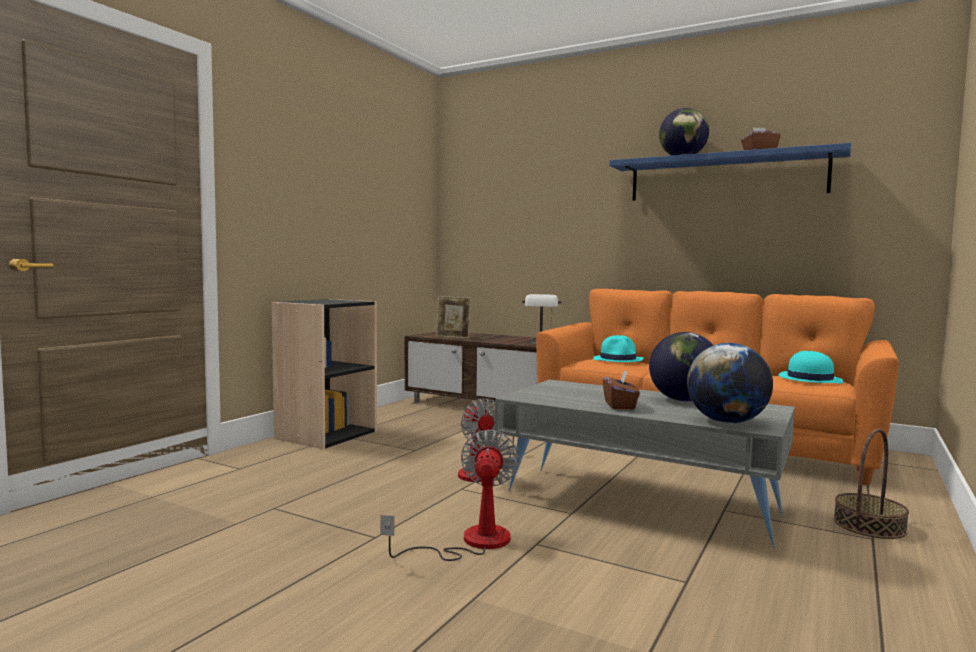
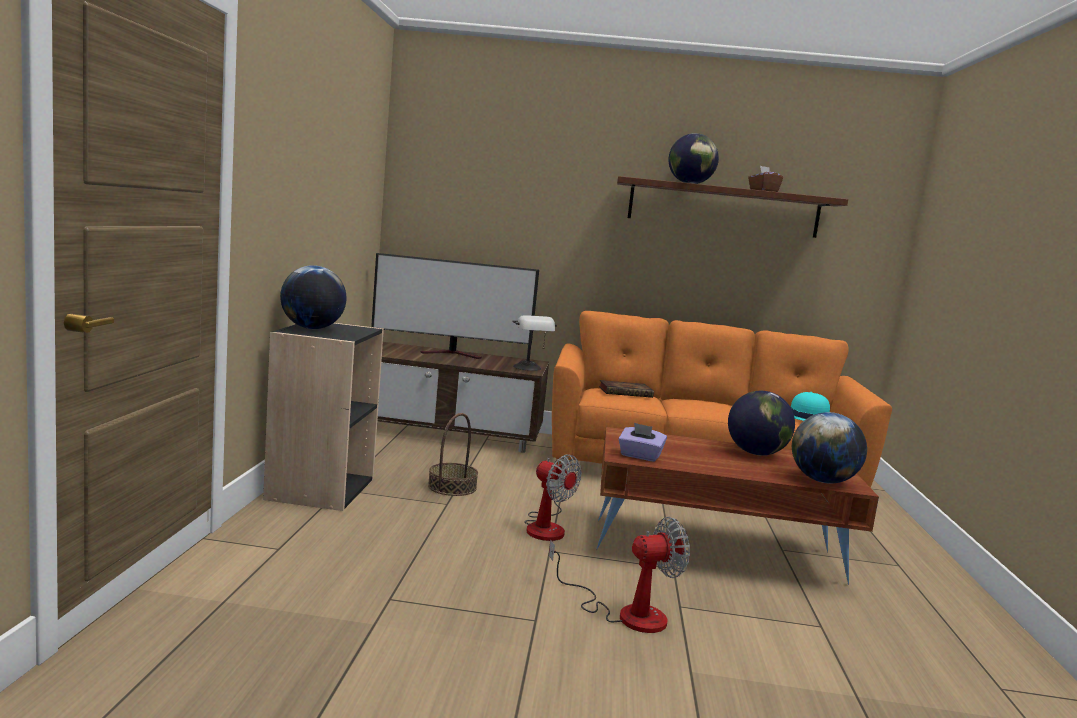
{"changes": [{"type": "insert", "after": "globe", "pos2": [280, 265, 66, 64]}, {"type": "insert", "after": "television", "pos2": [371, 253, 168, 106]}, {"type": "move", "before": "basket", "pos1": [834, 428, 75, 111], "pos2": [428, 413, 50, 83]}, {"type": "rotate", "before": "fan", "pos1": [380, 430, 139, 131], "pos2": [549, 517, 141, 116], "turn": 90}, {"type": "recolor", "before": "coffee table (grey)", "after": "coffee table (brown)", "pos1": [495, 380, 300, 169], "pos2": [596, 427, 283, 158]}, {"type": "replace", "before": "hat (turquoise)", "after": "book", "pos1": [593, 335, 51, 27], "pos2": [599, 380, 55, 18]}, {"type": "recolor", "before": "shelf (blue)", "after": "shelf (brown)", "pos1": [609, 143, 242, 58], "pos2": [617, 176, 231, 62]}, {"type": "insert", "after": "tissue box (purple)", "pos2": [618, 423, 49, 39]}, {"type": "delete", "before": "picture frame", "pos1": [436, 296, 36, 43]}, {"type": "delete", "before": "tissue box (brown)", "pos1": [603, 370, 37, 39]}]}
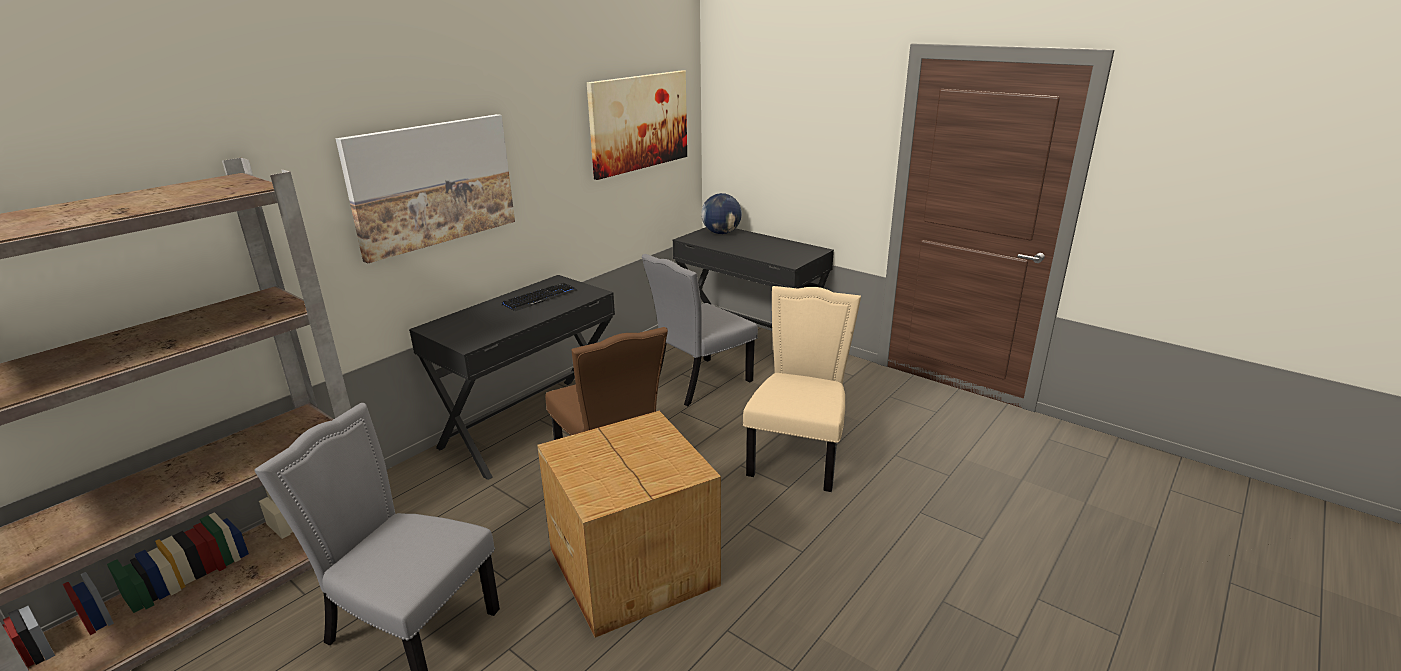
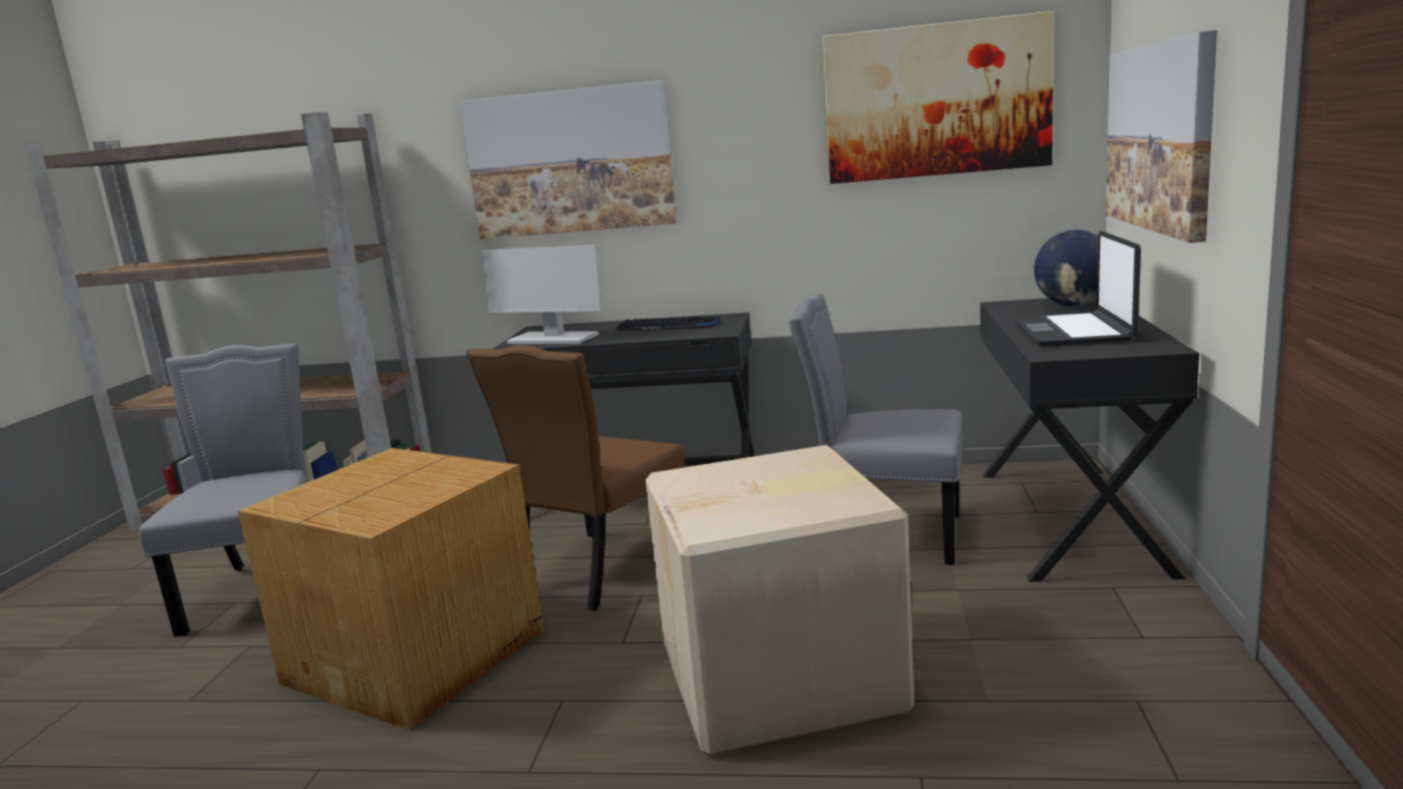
{"changes": [{"type": "insert", "after": "monitor", "pos2": [482, 245, 120, 99]}, {"type": "replace", "before": "chair (beige)", "after": "cardboard box", "pos1": [743, 286, 118, 206], "pos2": [645, 445, 270, 310]}, {"type": "insert", "after": "laptop", "pos2": [1013, 231, 128, 115]}, {"type": "insert", "after": "picture", "pos2": [1106, 30, 111, 213]}]}
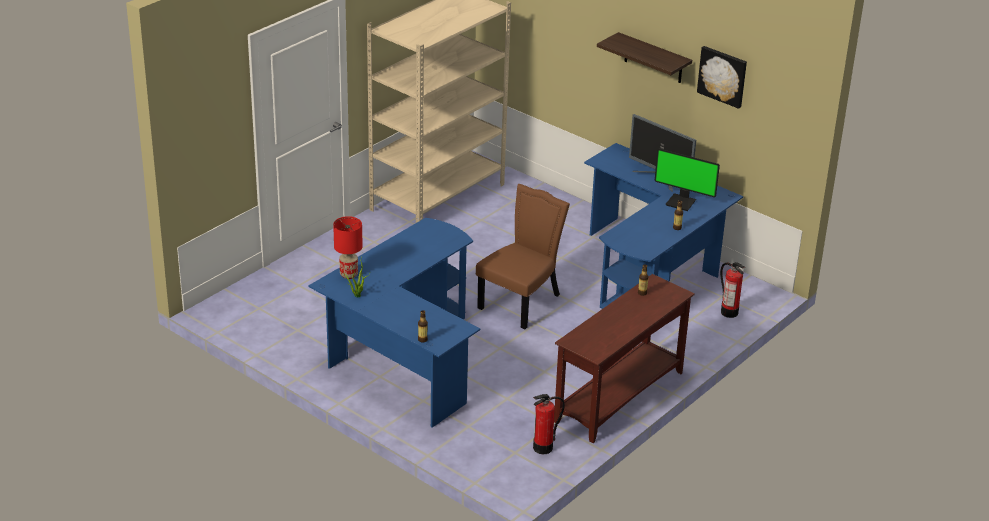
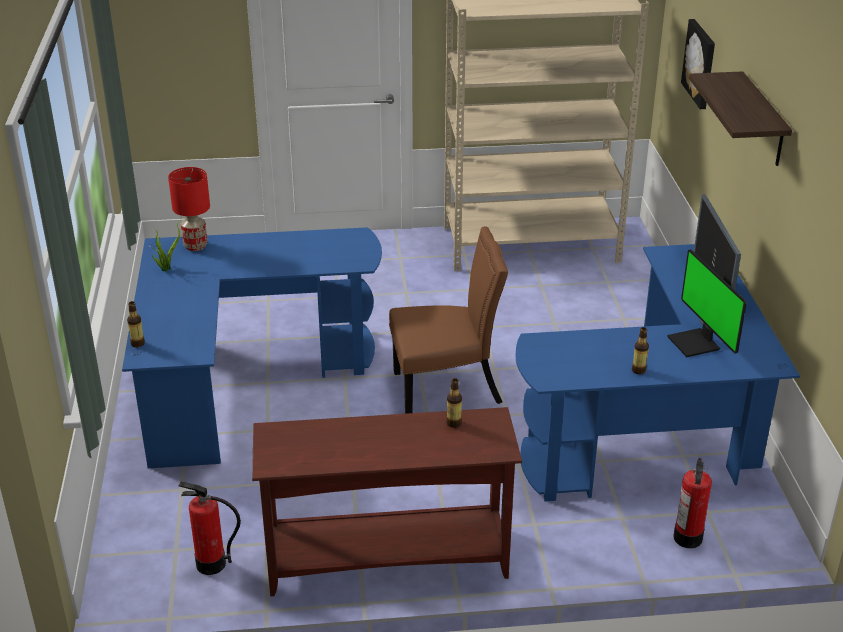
{"changes": [{"type": "move", "before": "picture", "pos1": [697, 46, 50, 63], "pos2": [681, 19, 34, 90]}]}
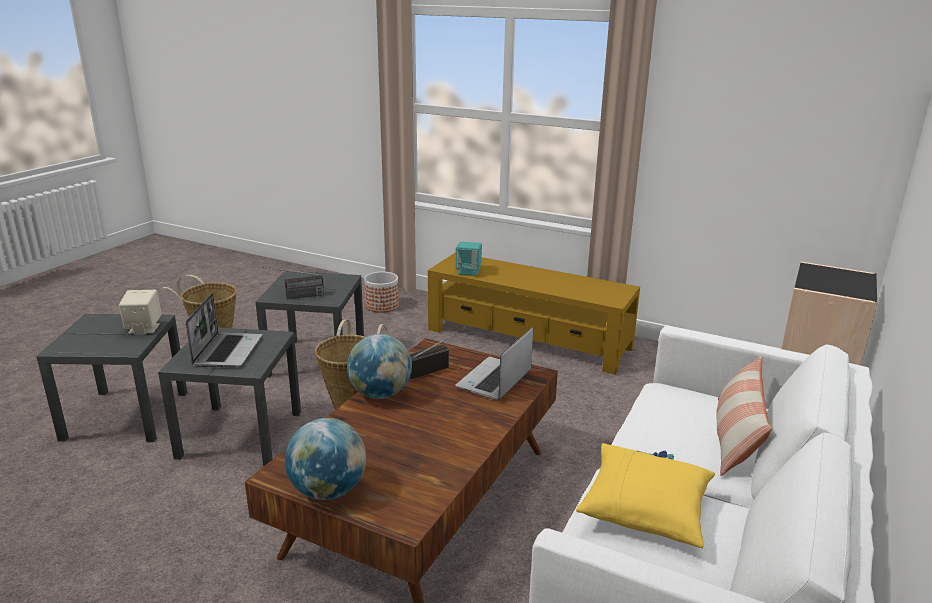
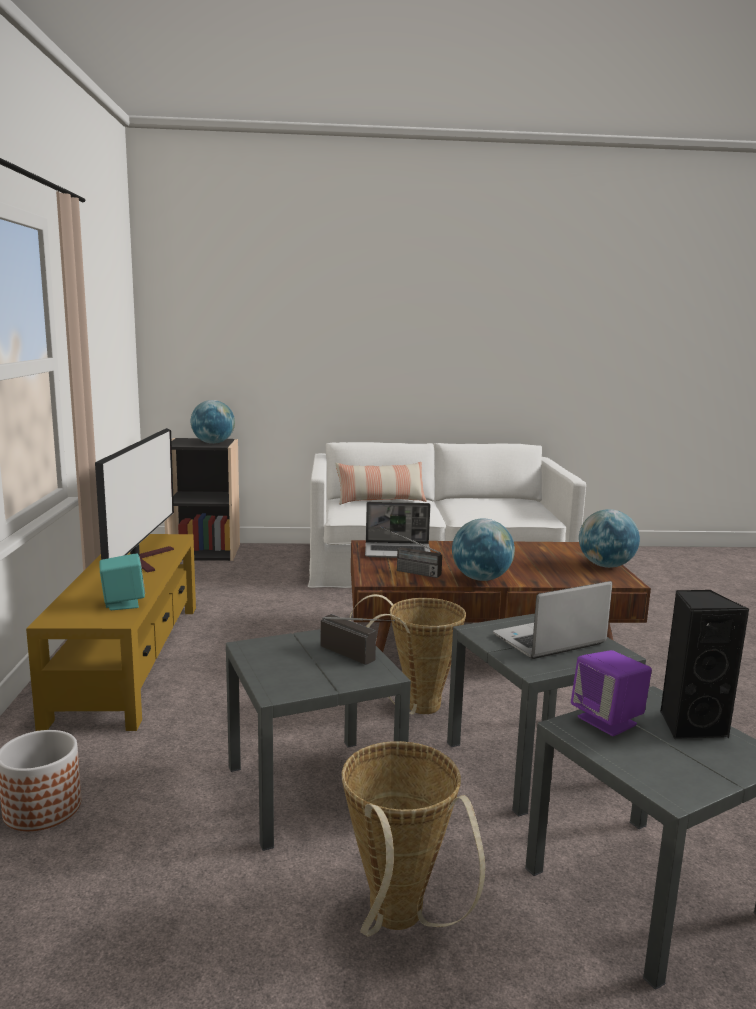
{"changes": [{"type": "insert", "after": "television", "pos2": [95, 428, 79, 144]}, {"type": "insert", "after": "globe", "pos2": [191, 400, 44, 44]}, {"type": "recolor", "before": "speaker (beige)", "after": "speaker (purple)", "pos1": [119, 290, 43, 45], "pos2": [571, 650, 81, 86]}, {"type": "insert", "after": "speaker (black)", "pos2": [660, 590, 89, 149]}, {"type": "delete", "before": "pillow (yellow)", "pos1": [576, 443, 139, 105]}]}
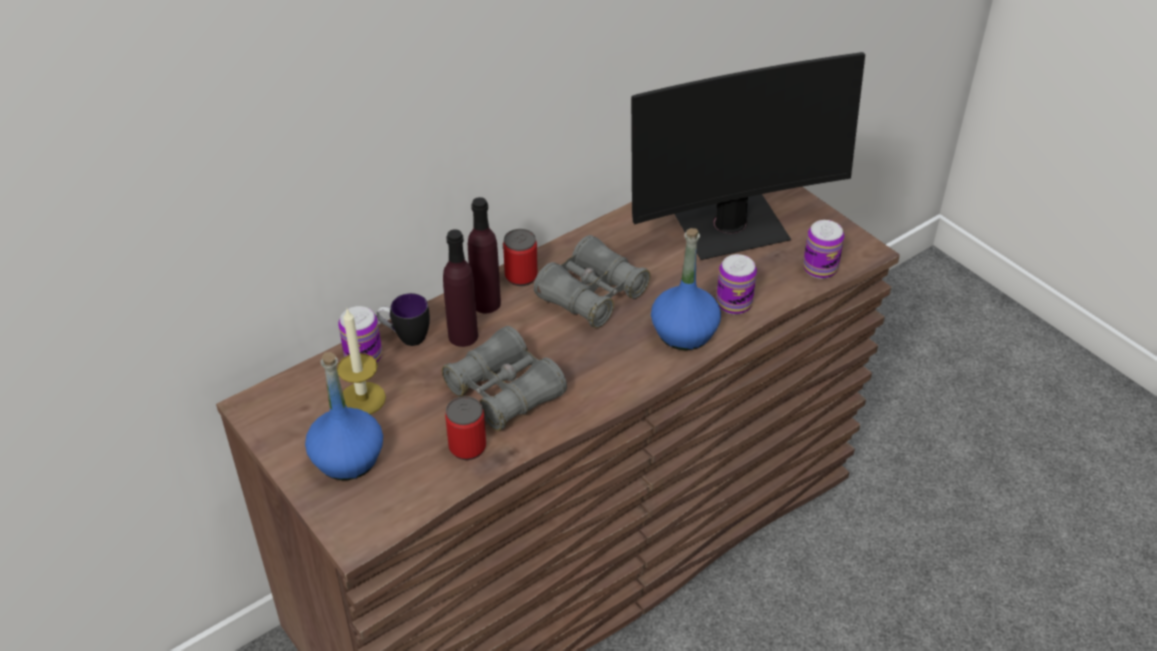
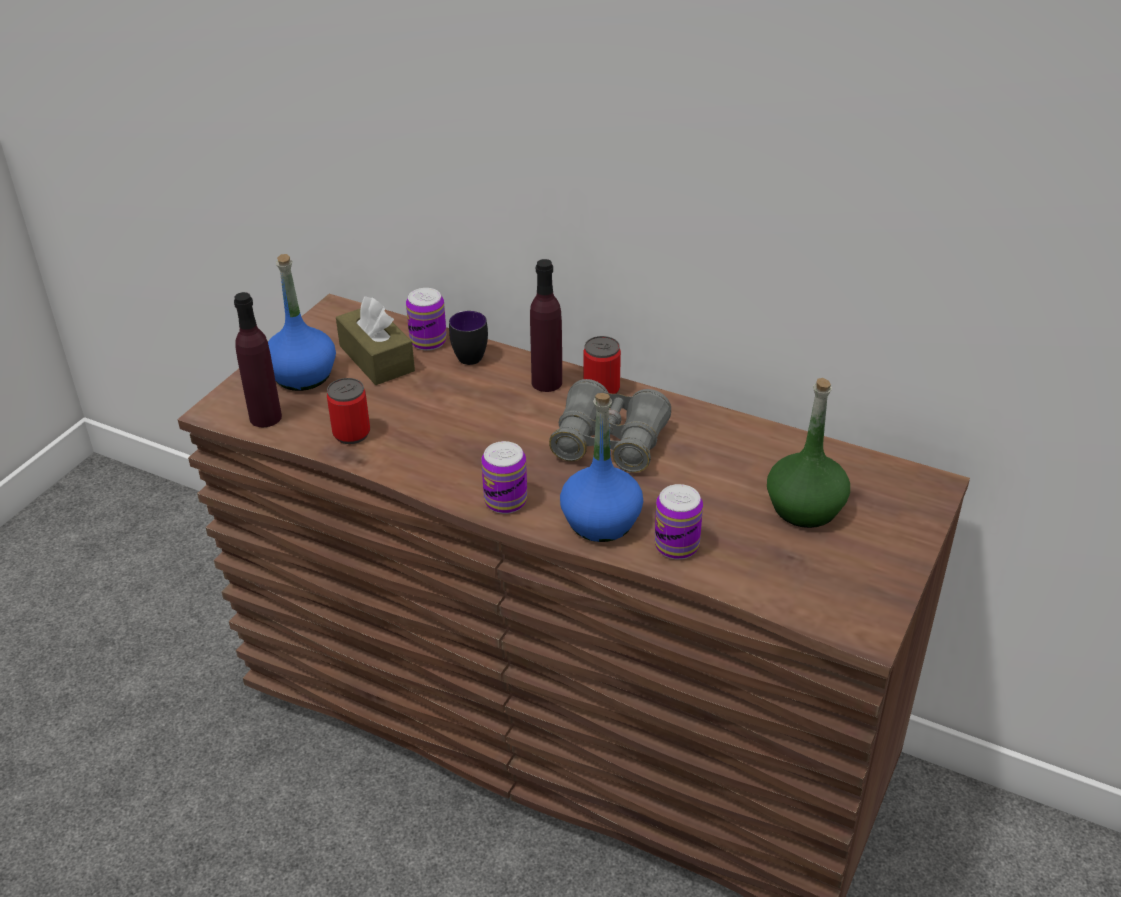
{"changes": [{"type": "move", "before": "bottle (purple)", "pos1": [443, 229, 35, 118], "pos2": [234, 292, 48, 135]}, {"type": "replace", "before": "candle", "after": "tissue box (brown)", "pos1": [337, 309, 49, 106], "pos2": [336, 296, 79, 89]}, {"type": "move", "before": "can", "pos1": [803, 220, 41, 59], "pos2": [481, 441, 46, 73]}, {"type": "replace", "before": "monitor", "after": "bottle (green)", "pos1": [631, 52, 234, 208], "pos2": [767, 378, 83, 150]}, {"type": "delete", "before": "binoculars (grey)", "pos1": [442, 326, 125, 105]}]}
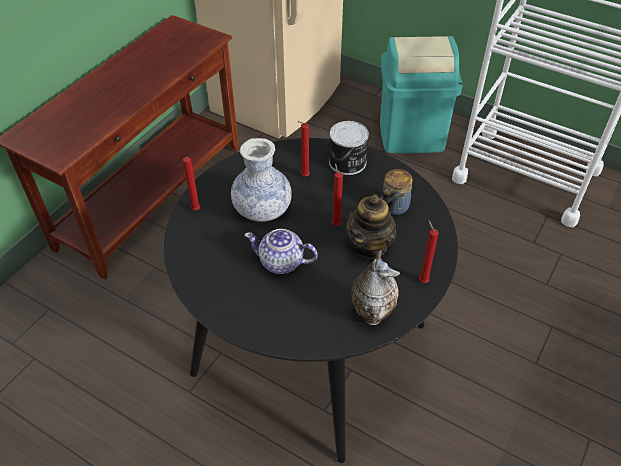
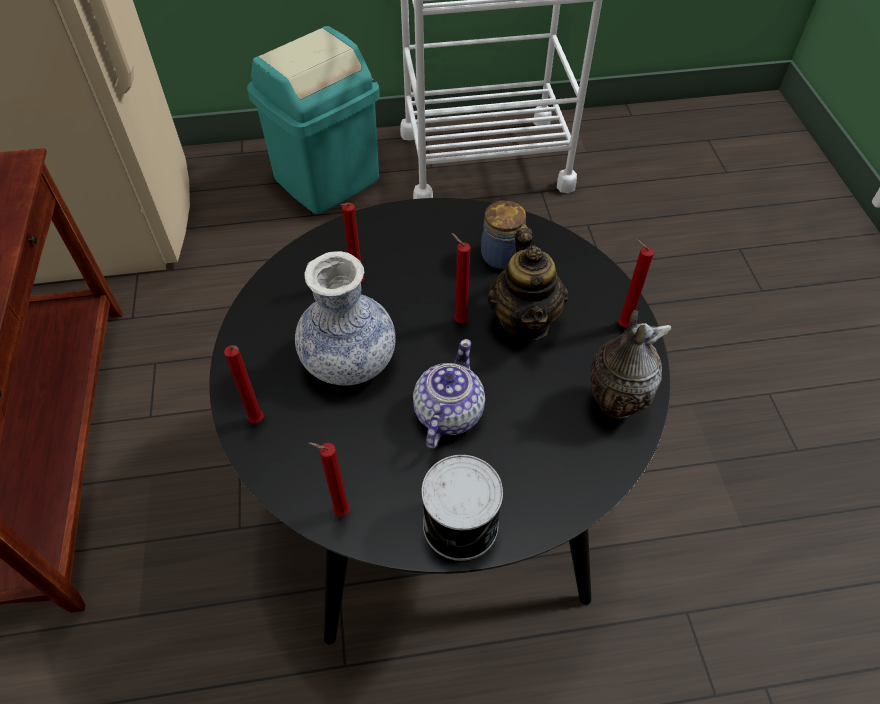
{"changes": [{"type": "insert", "after": "candle (red)", "pos2": [308, 442, 42, 75]}, {"type": "rotate", "before": "teapot", "pos1": [244, 229, 74, 45], "pos2": [413, 339, 72, 110], "turn": 135}, {"type": "move", "before": "can", "pos1": [329, 121, 40, 54], "pos2": [422, 455, 81, 106]}]}
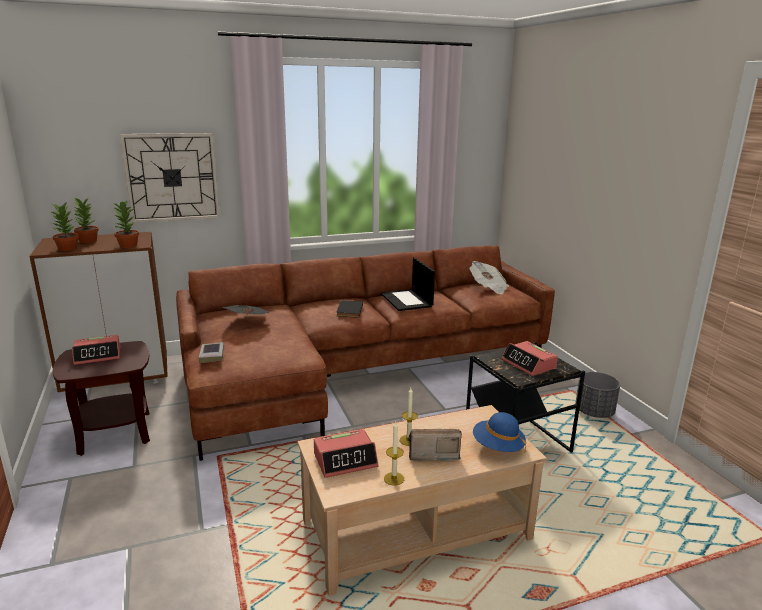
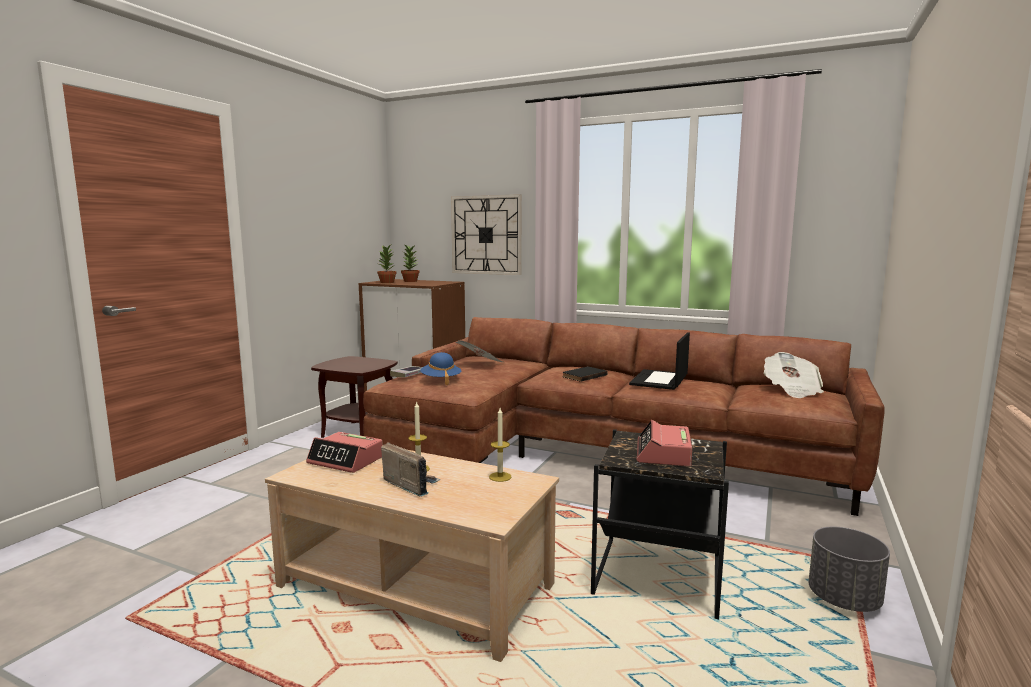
{"changes": [{"type": "move", "before": "hat (blue)", "pos1": [473, 412, 53, 42], "pos2": [420, 352, 42, 33]}, {"type": "move", "before": "candle", "pos1": [384, 422, 20, 64], "pos2": [489, 408, 23, 74]}, {"type": "delete", "before": "alarm clock", "pos1": [72, 335, 48, 30]}, {"type": "delete", "before": "potted plant", "pos1": [113, 201, 26, 47]}]}
